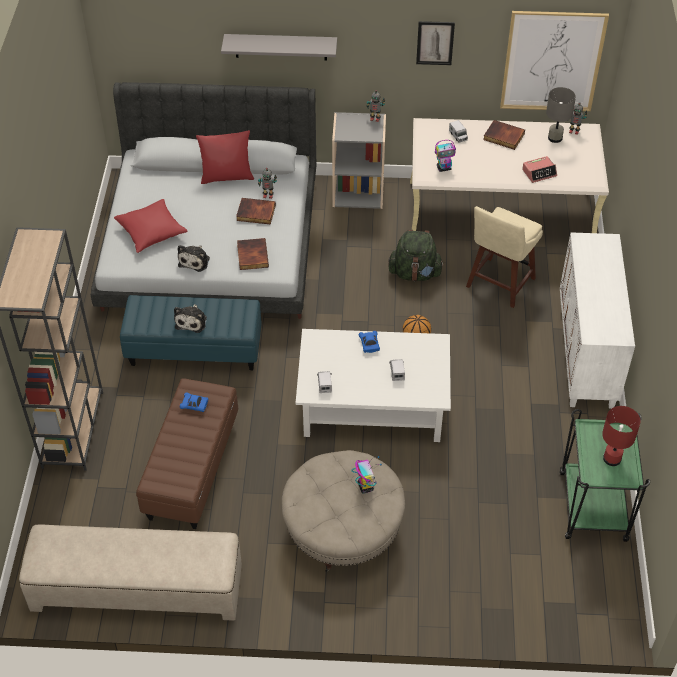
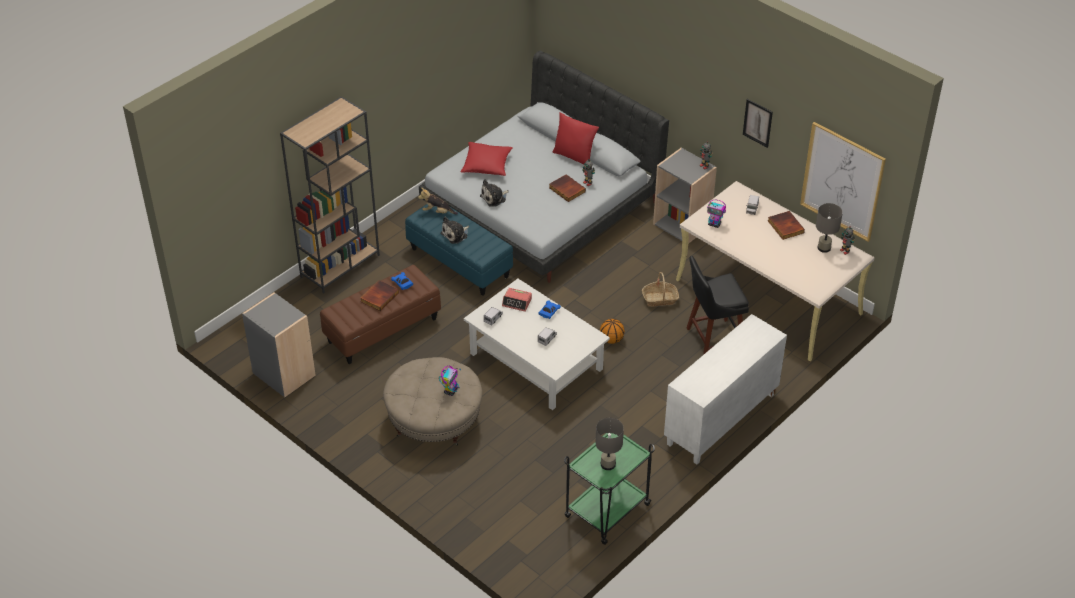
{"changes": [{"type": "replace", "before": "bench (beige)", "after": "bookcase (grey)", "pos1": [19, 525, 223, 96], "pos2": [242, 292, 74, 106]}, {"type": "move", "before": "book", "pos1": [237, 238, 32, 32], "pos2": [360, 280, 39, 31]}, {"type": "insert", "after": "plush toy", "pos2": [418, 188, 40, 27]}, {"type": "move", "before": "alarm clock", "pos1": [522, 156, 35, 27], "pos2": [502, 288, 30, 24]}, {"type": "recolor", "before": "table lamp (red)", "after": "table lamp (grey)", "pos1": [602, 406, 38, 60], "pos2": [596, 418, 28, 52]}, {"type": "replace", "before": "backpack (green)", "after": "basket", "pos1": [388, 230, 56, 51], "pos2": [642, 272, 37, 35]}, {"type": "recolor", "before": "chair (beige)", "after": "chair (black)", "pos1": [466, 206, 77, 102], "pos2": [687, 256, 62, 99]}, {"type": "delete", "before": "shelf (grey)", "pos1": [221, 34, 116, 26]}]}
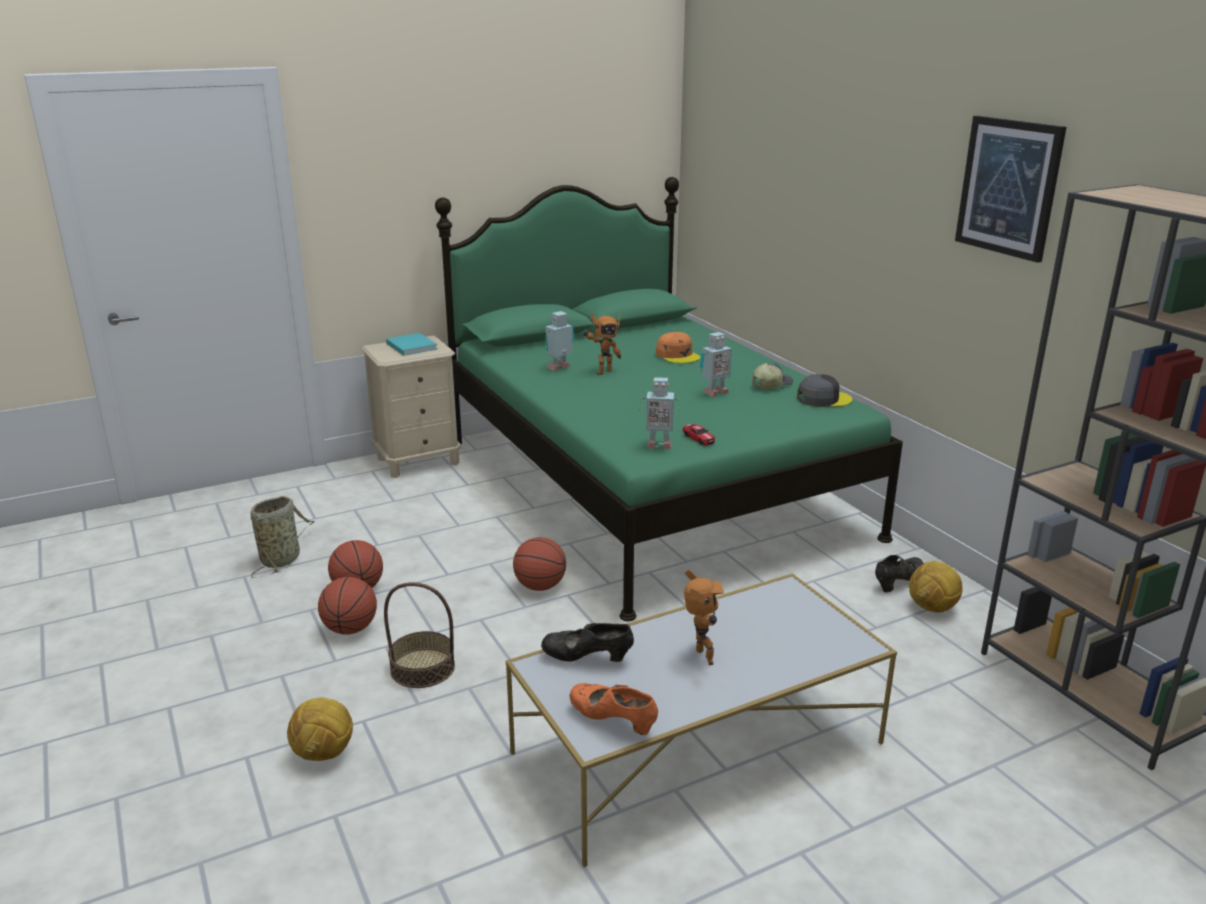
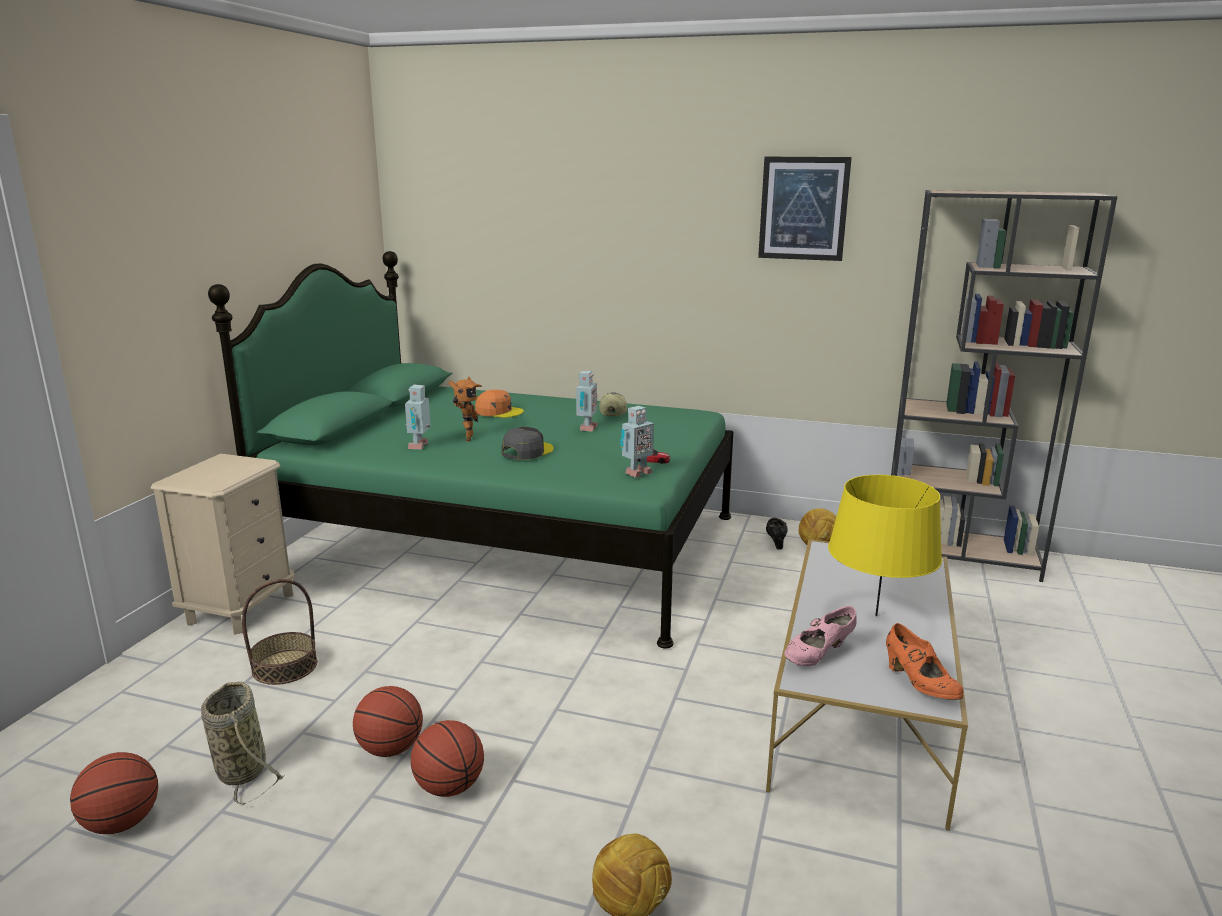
{"changes": [{"type": "move", "before": "basketball", "pos1": [513, 537, 53, 54], "pos2": [70, 752, 88, 82]}, {"type": "move", "before": "basket", "pos1": [384, 582, 71, 106], "pos2": [242, 579, 76, 106]}, {"type": "move", "before": "cap (grey)", "pos1": [797, 374, 55, 33], "pos2": [501, 427, 53, 33]}, {"type": "recolor", "before": "shoe (black)", "after": "shoe (pink)", "pos1": [541, 623, 93, 39], "pos2": [784, 606, 73, 60]}, {"type": "replace", "before": "toy robot", "after": "table lamp (yellow)", "pos1": [684, 570, 40, 95], "pos2": [828, 475, 114, 141]}, {"type": "rotate", "before": "shoe (orange)", "pos1": [569, 683, 89, 52], "pos2": [886, 623, 78, 77], "turn": -105}, {"type": "delete", "before": "book (turquoise)", "pos1": [386, 333, 51, 23]}]}
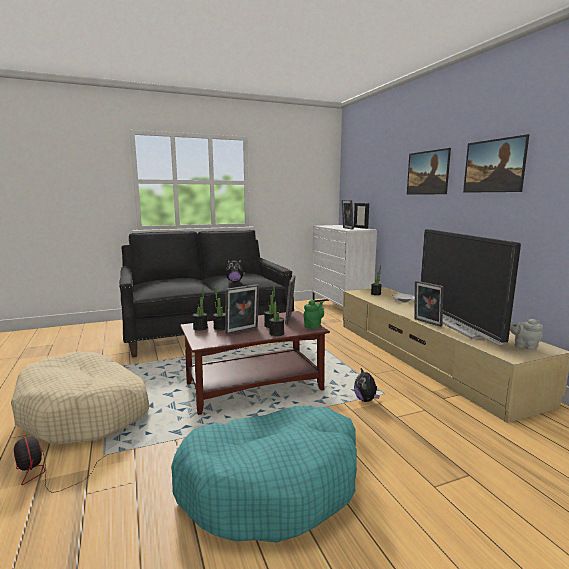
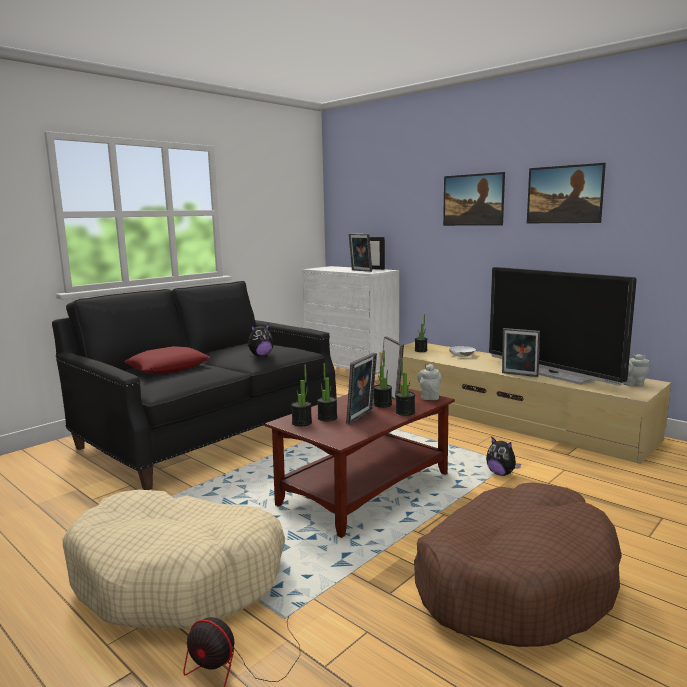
{"changes": [{"type": "insert", "after": "pillow (red)", "pos2": [124, 346, 86, 28]}, {"type": "recolor", "before": "dog bed (turquoise)", "after": "dog bed (brown)", "pos1": [171, 406, 186, 136], "pos2": [414, 482, 208, 165]}, {"type": "recolor", "before": "teapot (green)", "after": "teapot (grey)", "pos1": [303, 300, 21, 29], "pos2": [417, 364, 25, 36]}]}
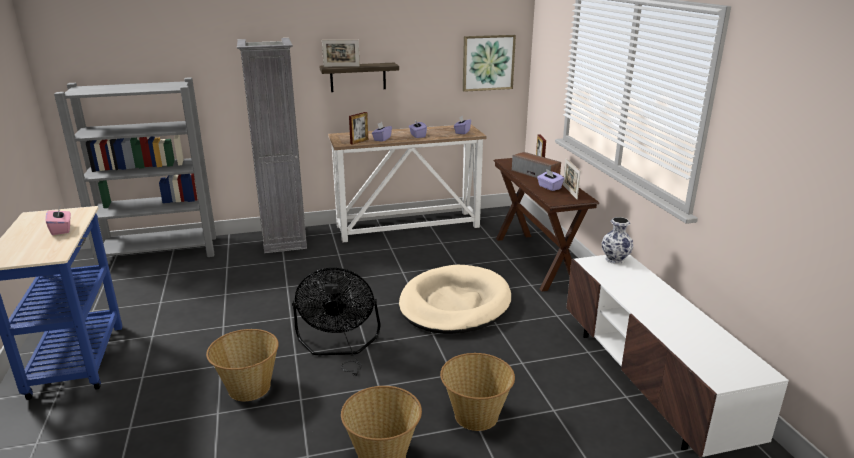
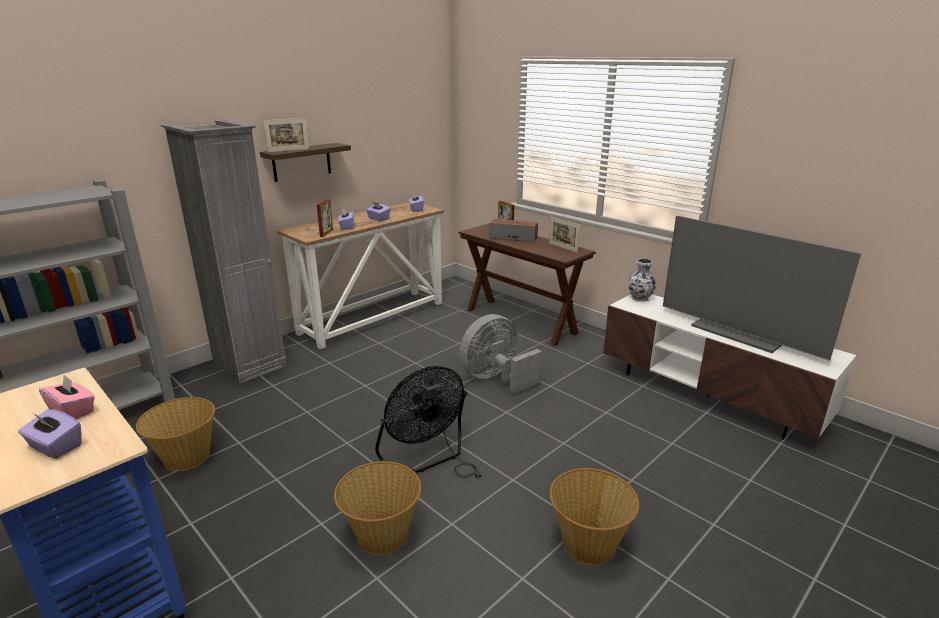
{"changes": [{"type": "move", "before": "tissue box (purple)", "pos1": [537, 169, 27, 22], "pos2": [18, 409, 64, 50]}, {"type": "move", "before": "basket", "pos1": [440, 353, 75, 78], "pos2": [136, 397, 79, 74]}, {"type": "replace", "before": "dog bed (beige)", "after": "fan (grey)", "pos1": [399, 265, 112, 69], "pos2": [459, 314, 83, 80]}, {"type": "insert", "after": "television", "pos2": [663, 216, 198, 145]}, {"type": "delete", "before": "picture", "pos1": [463, 35, 53, 57]}]}
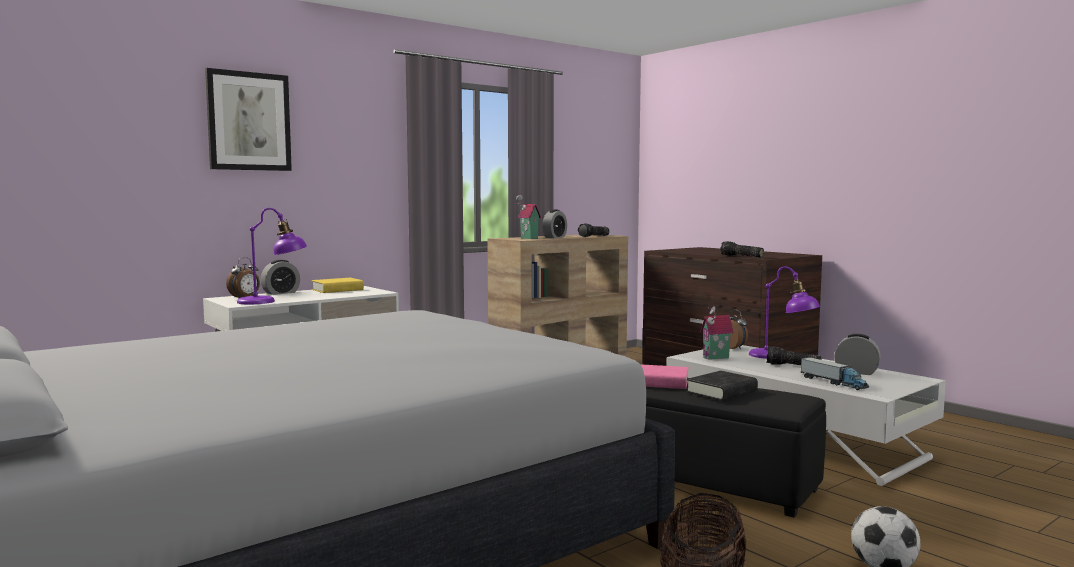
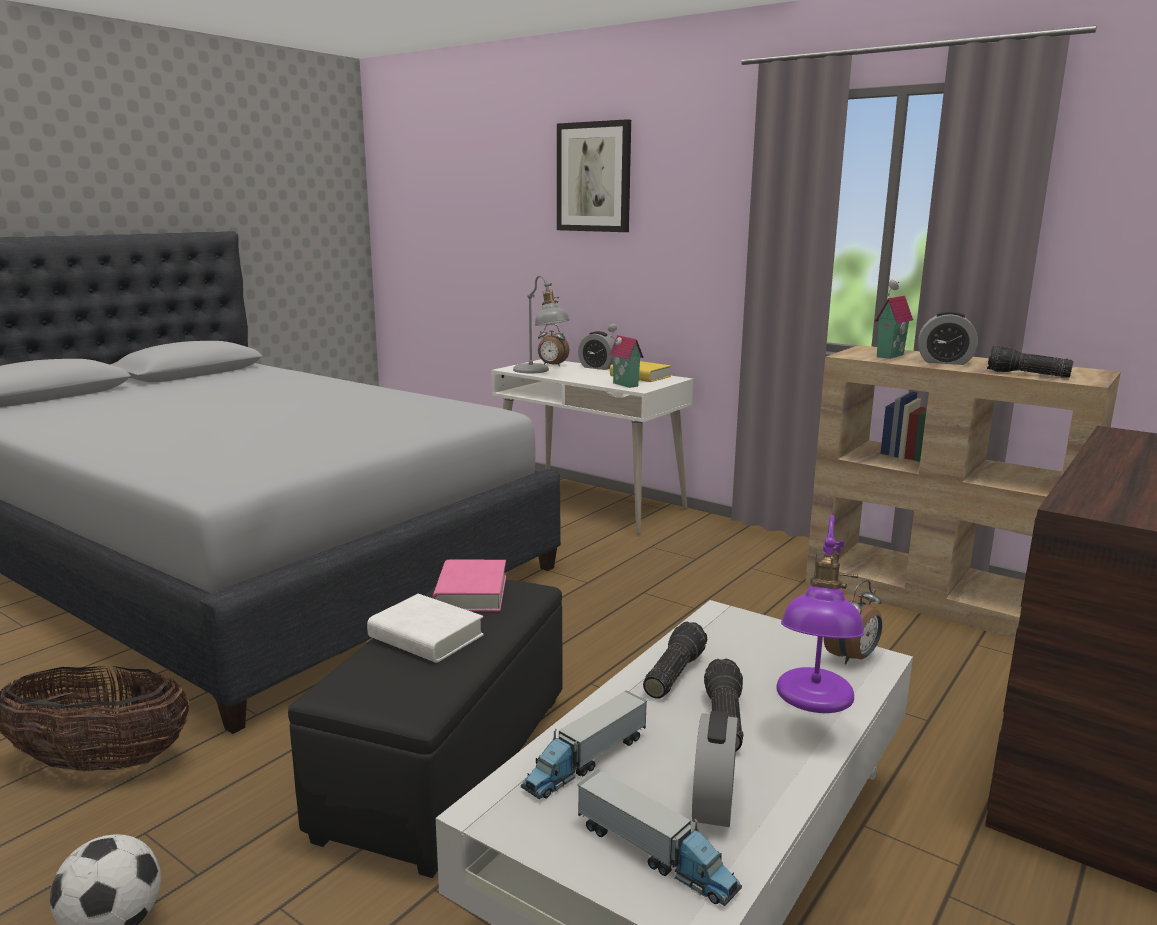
{"changes": [{"type": "recolor", "before": "book (black)", "after": "book (white)", "pos1": [686, 371, 72, 30], "pos2": [367, 594, 117, 69]}, {"type": "recolor", "before": "table lamp (purple)", "after": "table lamp (grey)", "pos1": [237, 208, 70, 96], "pos2": [513, 275, 57, 98]}, {"type": "insert", "after": "toy truck", "pos2": [577, 770, 165, 136]}, {"type": "move", "before": "toy house", "pos1": [700, 306, 34, 54], "pos2": [608, 324, 36, 64]}, {"type": "move", "before": "flashlight", "pos1": [720, 241, 44, 17], "pos2": [643, 621, 64, 78]}]}
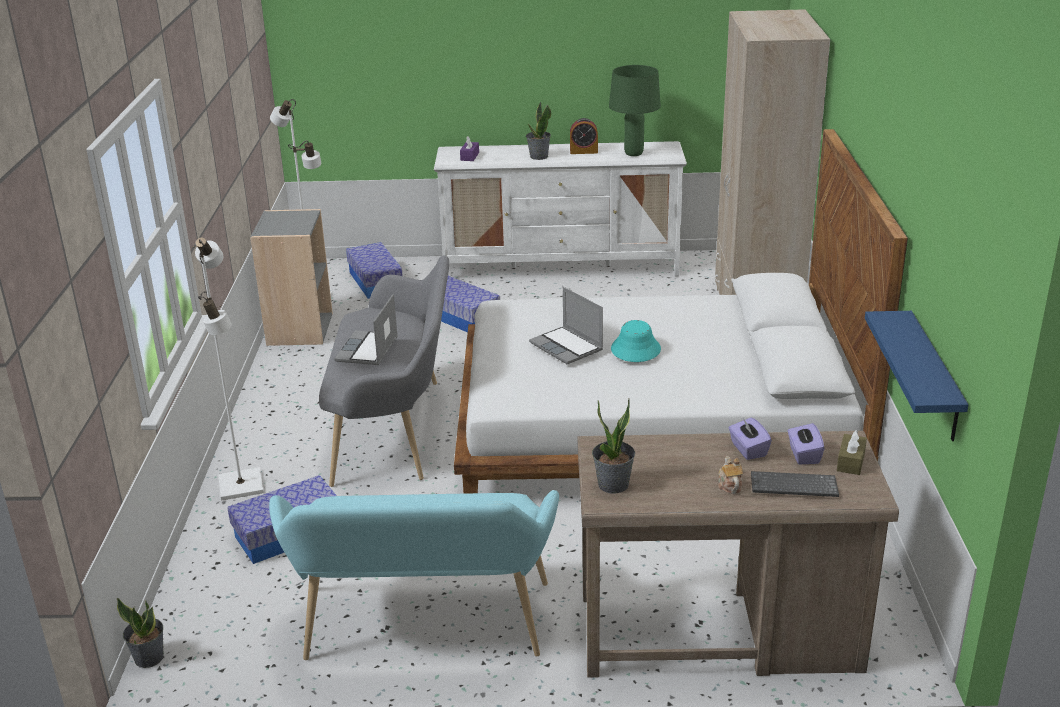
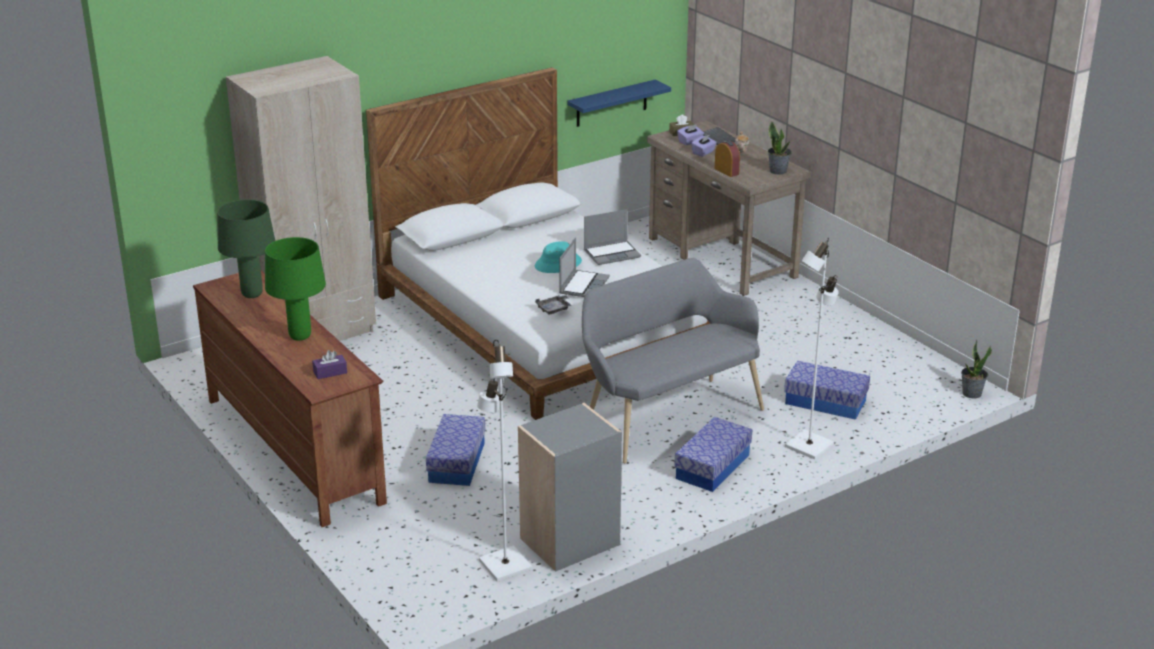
{"changes": [{"type": "recolor", "before": "dresser (white)", "after": "dresser (brown)", "pos1": [434, 141, 253, 136], "pos2": [193, 271, 194, 256]}, {"type": "replace", "before": "potted plant", "after": "table lamp (green)", "pos1": [526, 102, 25, 58], "pos2": [265, 237, 61, 104]}, {"type": "insert", "after": "tray (grey)", "pos2": [535, 294, 36, 21]}, {"type": "move", "before": "laptop", "pos1": [335, 294, 63, 71], "pos2": [584, 209, 57, 56]}, {"type": "move", "before": "storage box", "pos1": [346, 242, 57, 57], "pos2": [674, 417, 78, 75]}, {"type": "move", "before": "alarm clock", "pos1": [570, 118, 28, 36], "pos2": [715, 140, 25, 37]}, {"type": "delete", "before": "bench (turquoise)", "pos1": [269, 490, 290, 170]}]}
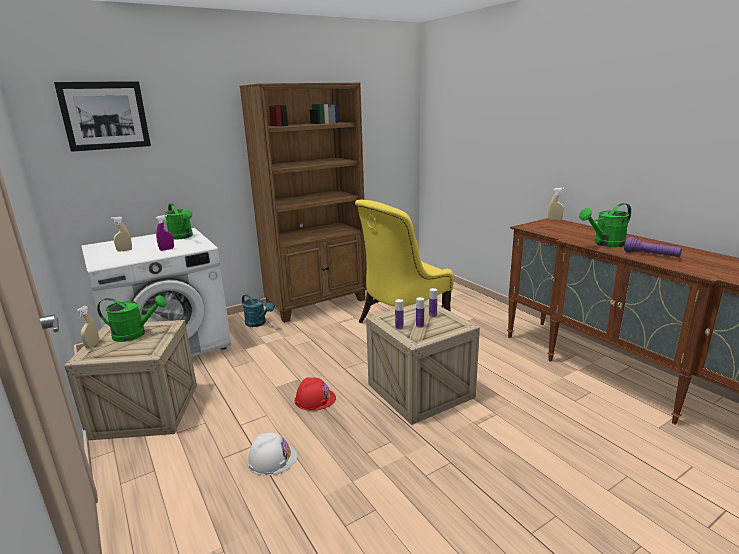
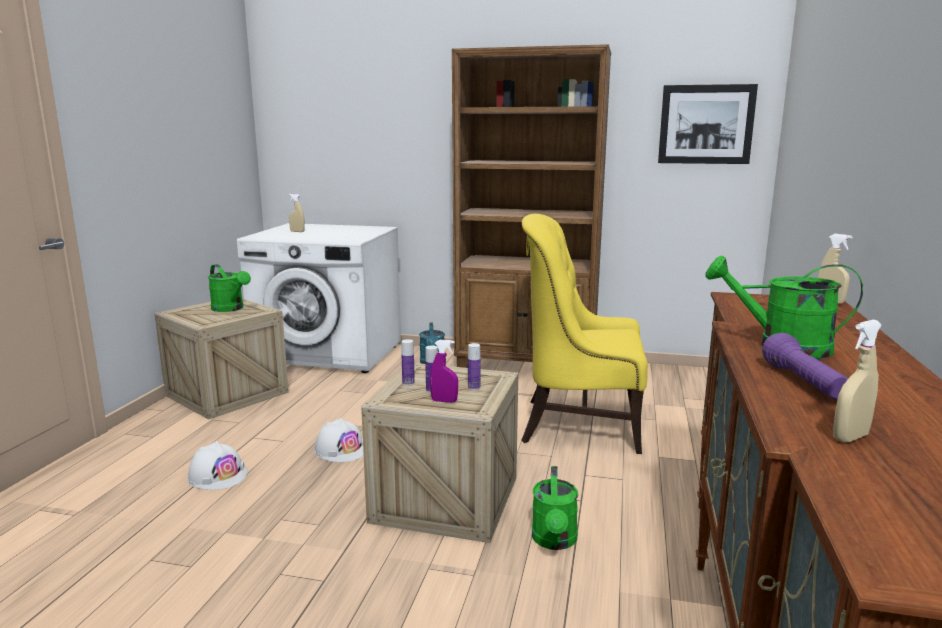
{"changes": [{"type": "recolor", "before": "hard hat (red)", "after": "hard hat (white)", "pos1": [294, 377, 42, 34], "pos2": [314, 418, 50, 44]}, {"type": "move", "before": "spray bottle (purple)", "pos1": [156, 215, 18, 36], "pos2": [430, 340, 28, 63]}, {"type": "move", "before": "watering can (green)", "pos1": [165, 203, 28, 36], "pos2": [532, 466, 46, 84]}, {"type": "move", "before": "picture", "pos1": [54, 81, 97, 71], "pos2": [658, 84, 100, 80]}, {"type": "move", "before": "spray bottle (beige)", "pos1": [76, 306, 23, 42], "pos2": [833, 320, 49, 123]}]}
